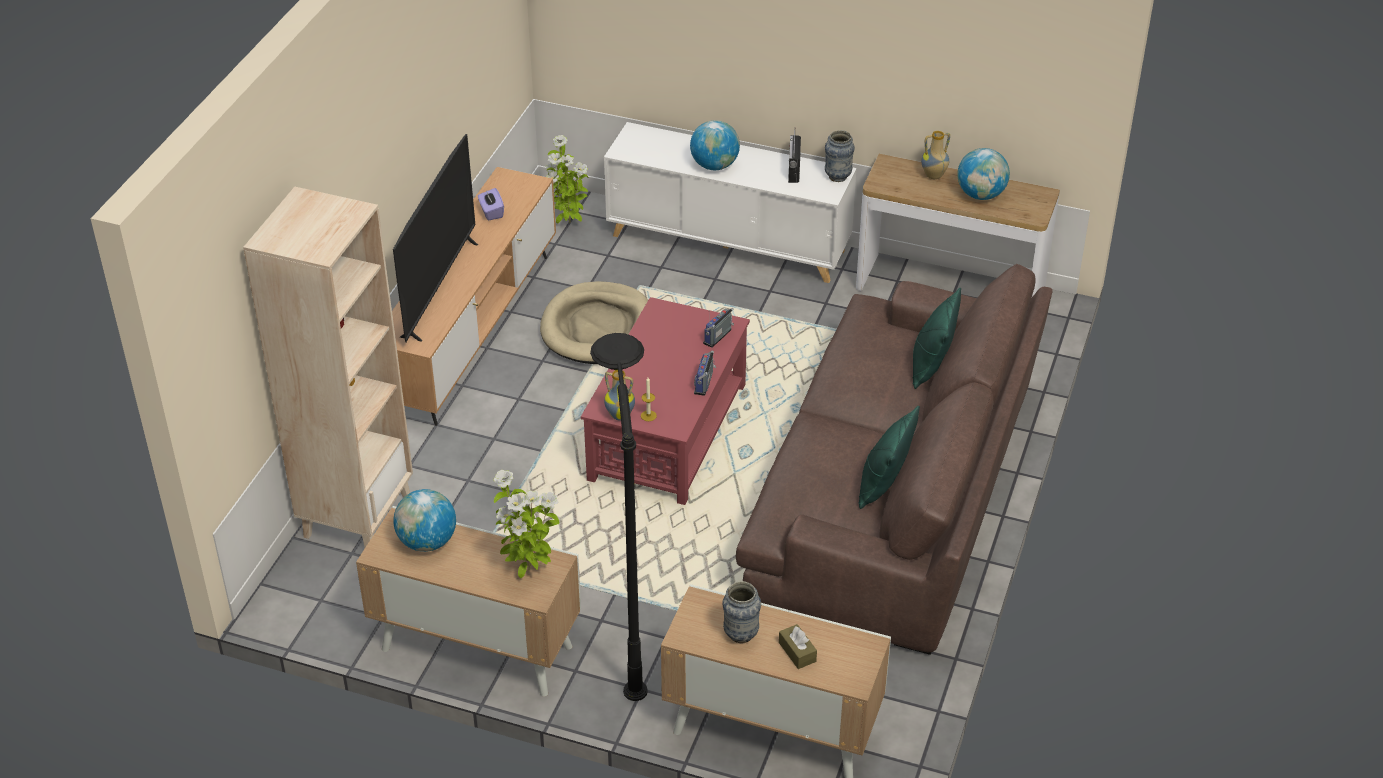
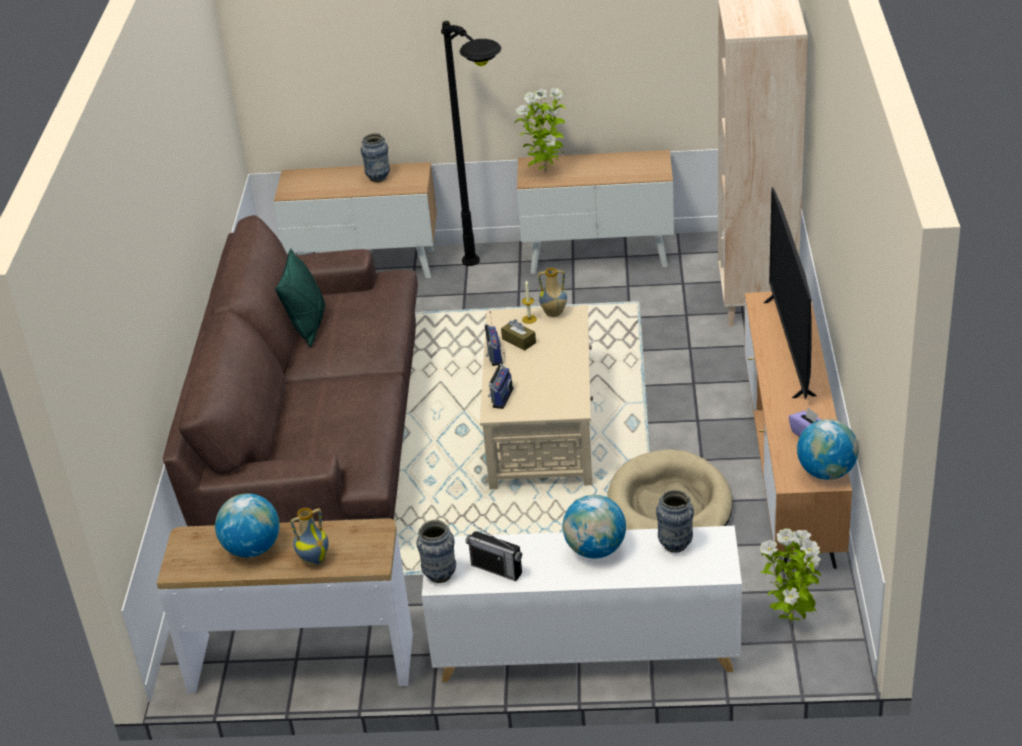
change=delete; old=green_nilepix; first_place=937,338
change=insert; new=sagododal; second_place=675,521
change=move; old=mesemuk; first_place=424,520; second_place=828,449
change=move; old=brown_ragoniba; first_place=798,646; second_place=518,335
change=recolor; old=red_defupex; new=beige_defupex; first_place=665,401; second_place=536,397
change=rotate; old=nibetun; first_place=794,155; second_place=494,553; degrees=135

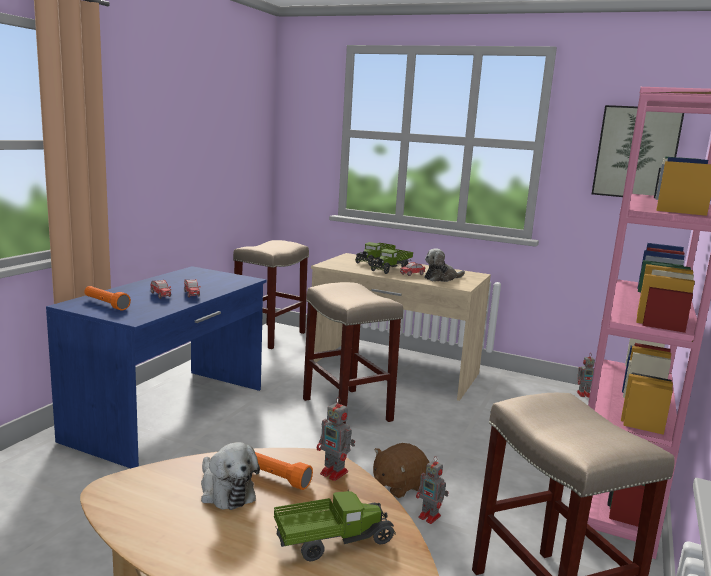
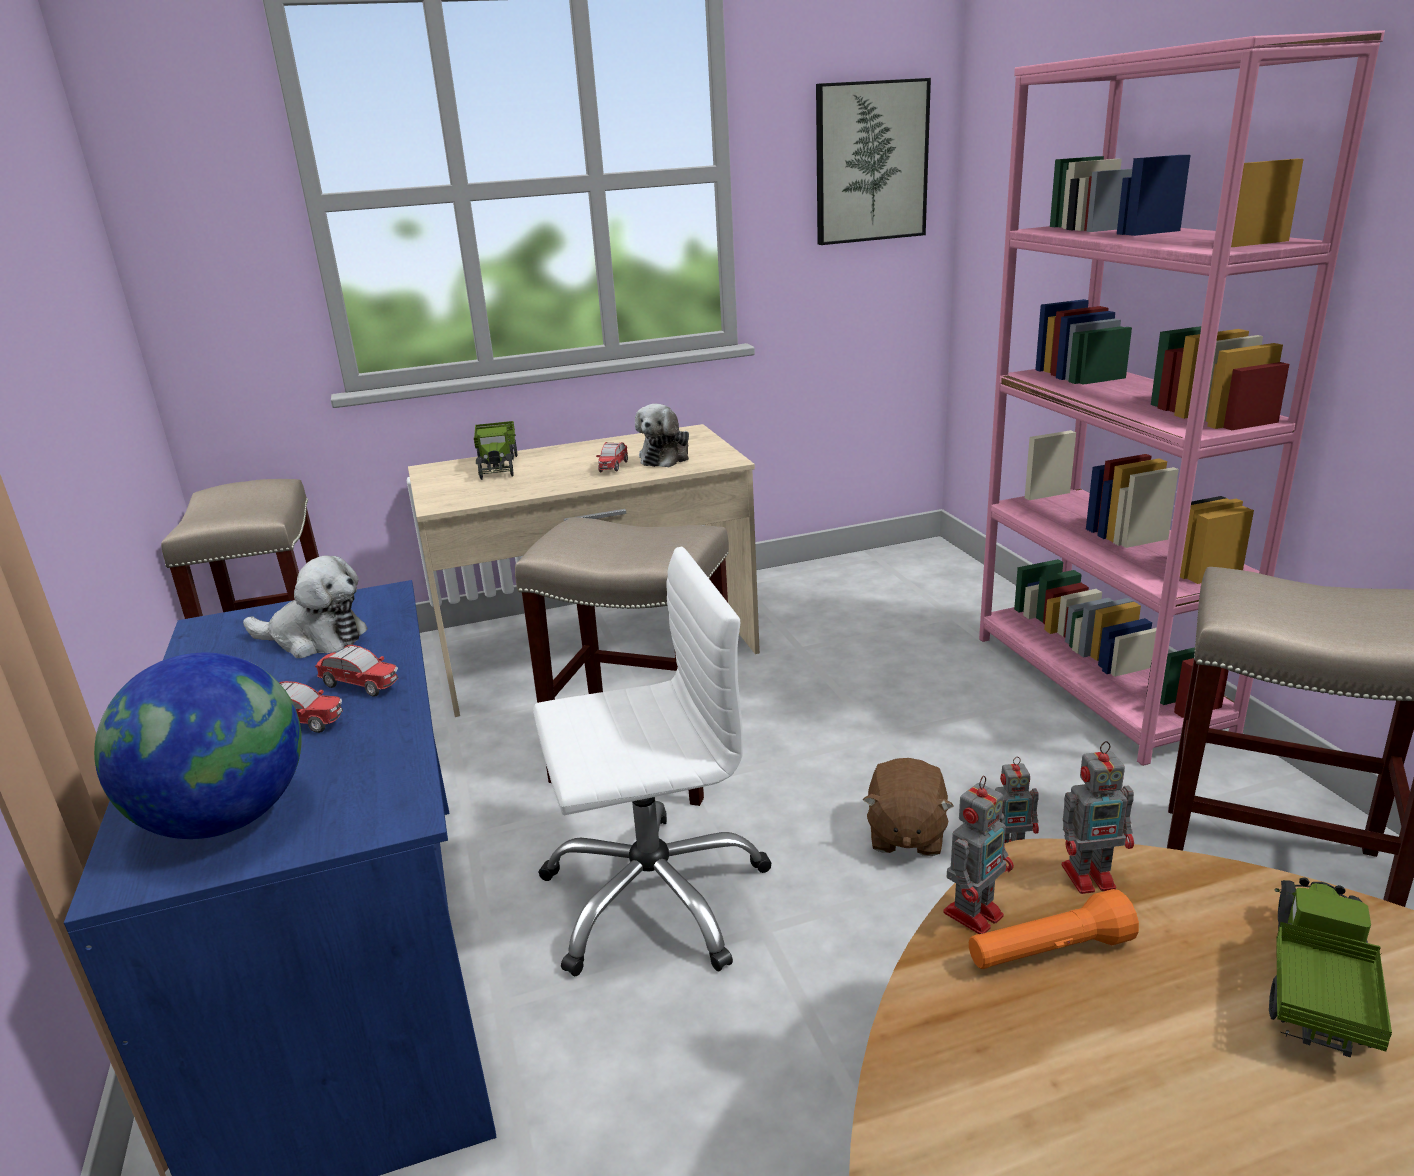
change=delete; old=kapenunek; first_place=391,261
change=insert; new=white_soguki; second_place=652,761
change=move; old=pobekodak; first_place=230,476; second_place=305,607
change=move; old=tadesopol; first_place=586,375; second_place=978,855
change=replace; old=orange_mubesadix; new=mesemuk; first_place=107,298; second_place=198,746

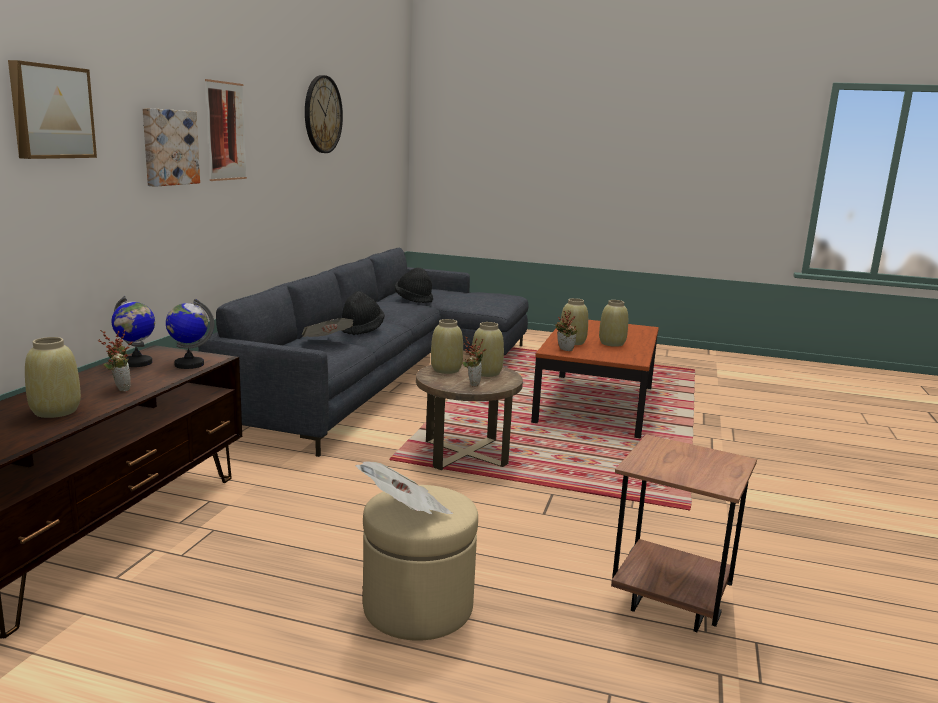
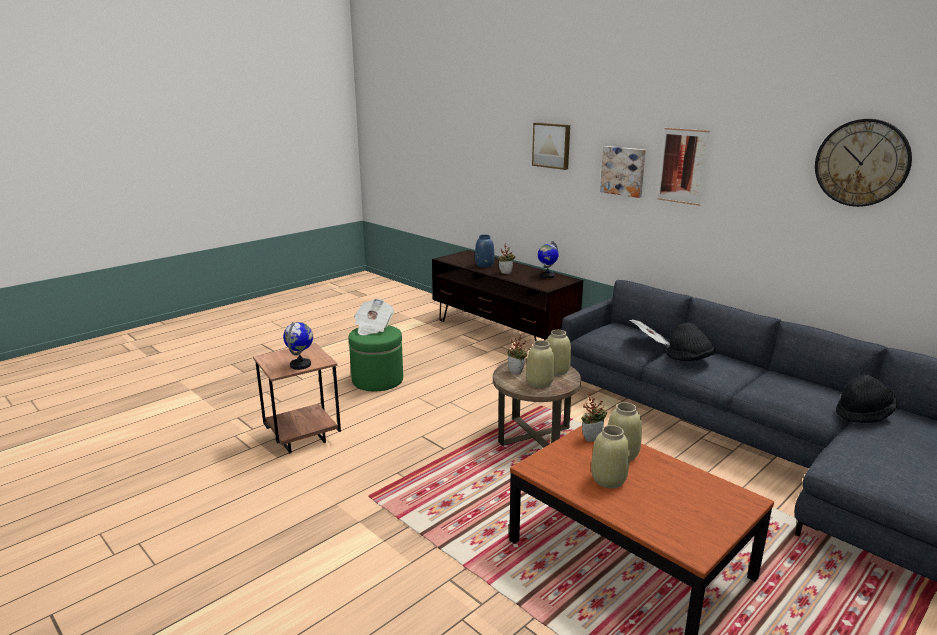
change=move; old=mesemuk; first_place=190,334; second_place=298,346
change=recolor; old=beige_sagododal; new=blue_sagododal; first_place=53,377; second_place=484,251
change=recolor; old=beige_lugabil; new=green_lugabil; first_place=420,563; second_place=375,358

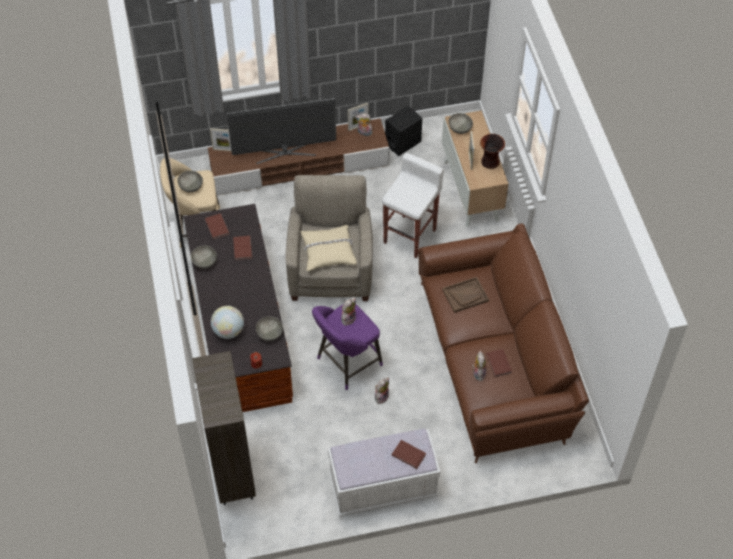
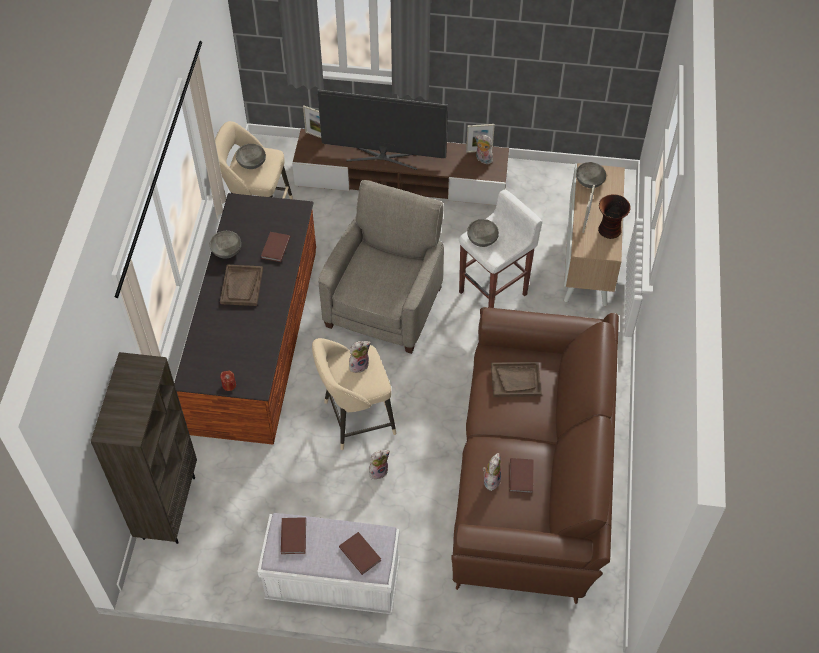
change=delete; old=mesemuk; first_place=227,322
change=delete; old=beige_nilepix; first_place=329,248
change=delete; old=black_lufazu; first_place=403,131
change=insert; new=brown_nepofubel; second_place=241,285
change=move; old=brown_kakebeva; first_place=217,226; second_place=293,535
change=move; old=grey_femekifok; first_place=269,328; second_place=483,233
change=recolor; old=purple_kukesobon; new=beige_kukesobon; first_place=347,347; second_place=354,394

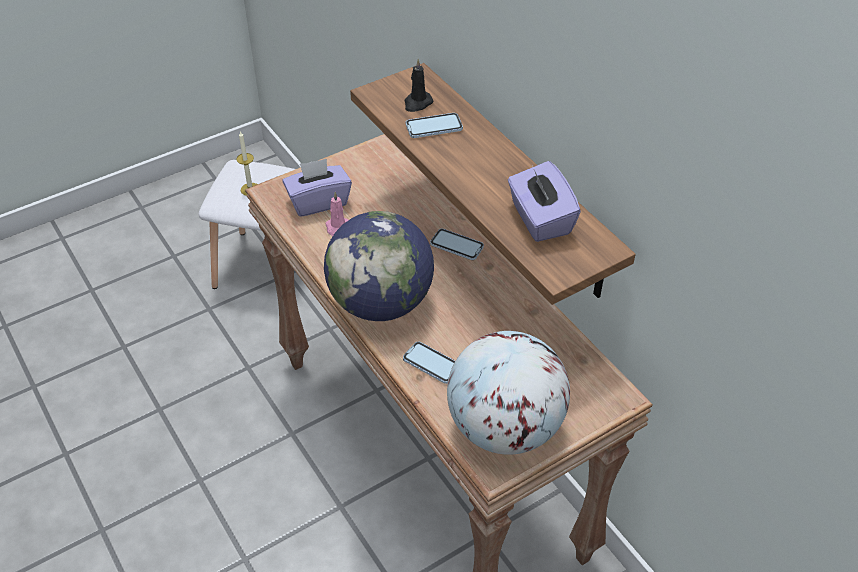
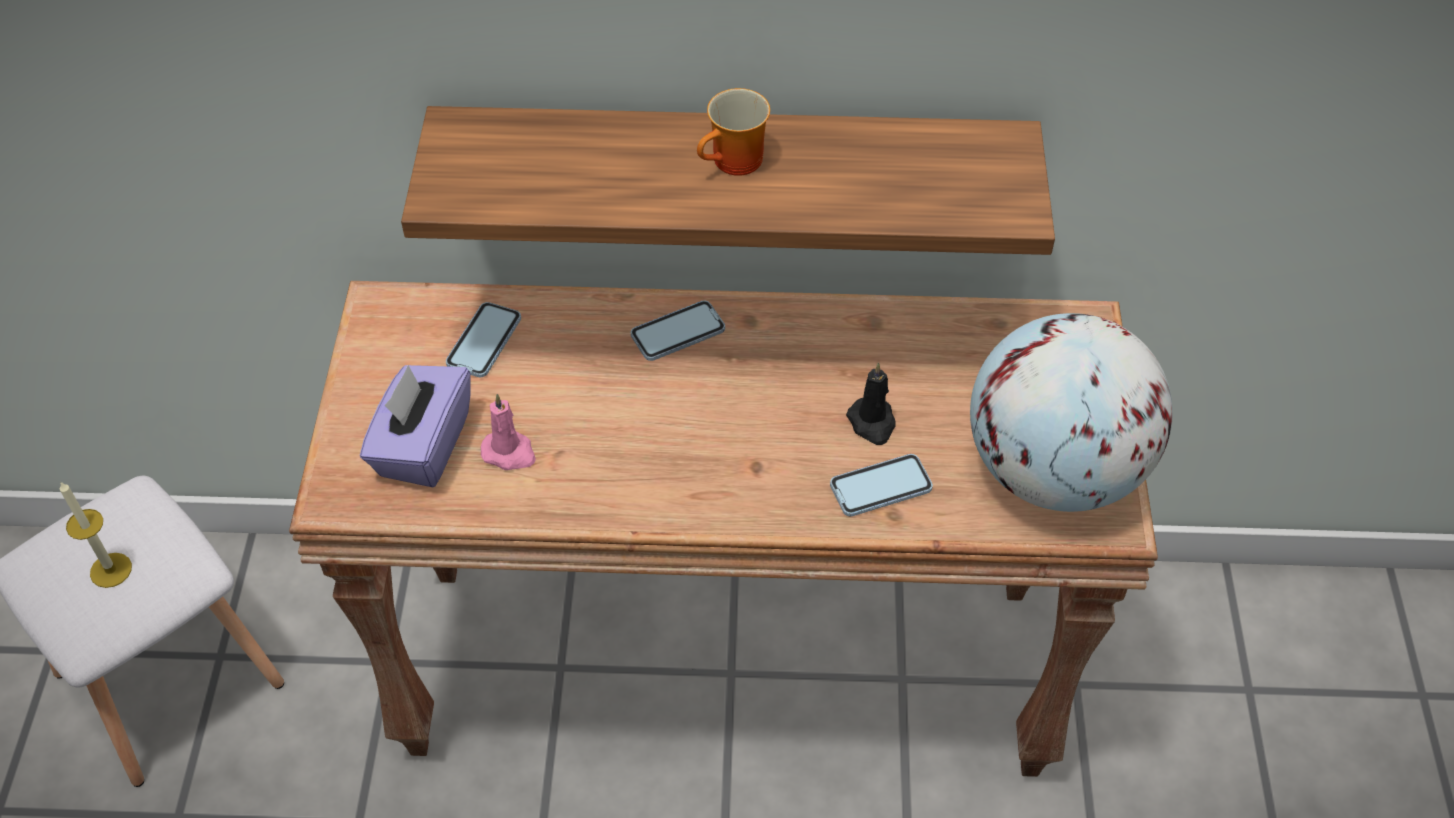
change=delete; old=mesemuk; first_place=379,266
change=delete; old=purple_ragoniba; first_place=544,201
change=insert; new=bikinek; second_place=733,132
change=move; old=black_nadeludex; first_place=419,85; second_place=871,404
change=move; old=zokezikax; first_place=434,125; second_place=483,339

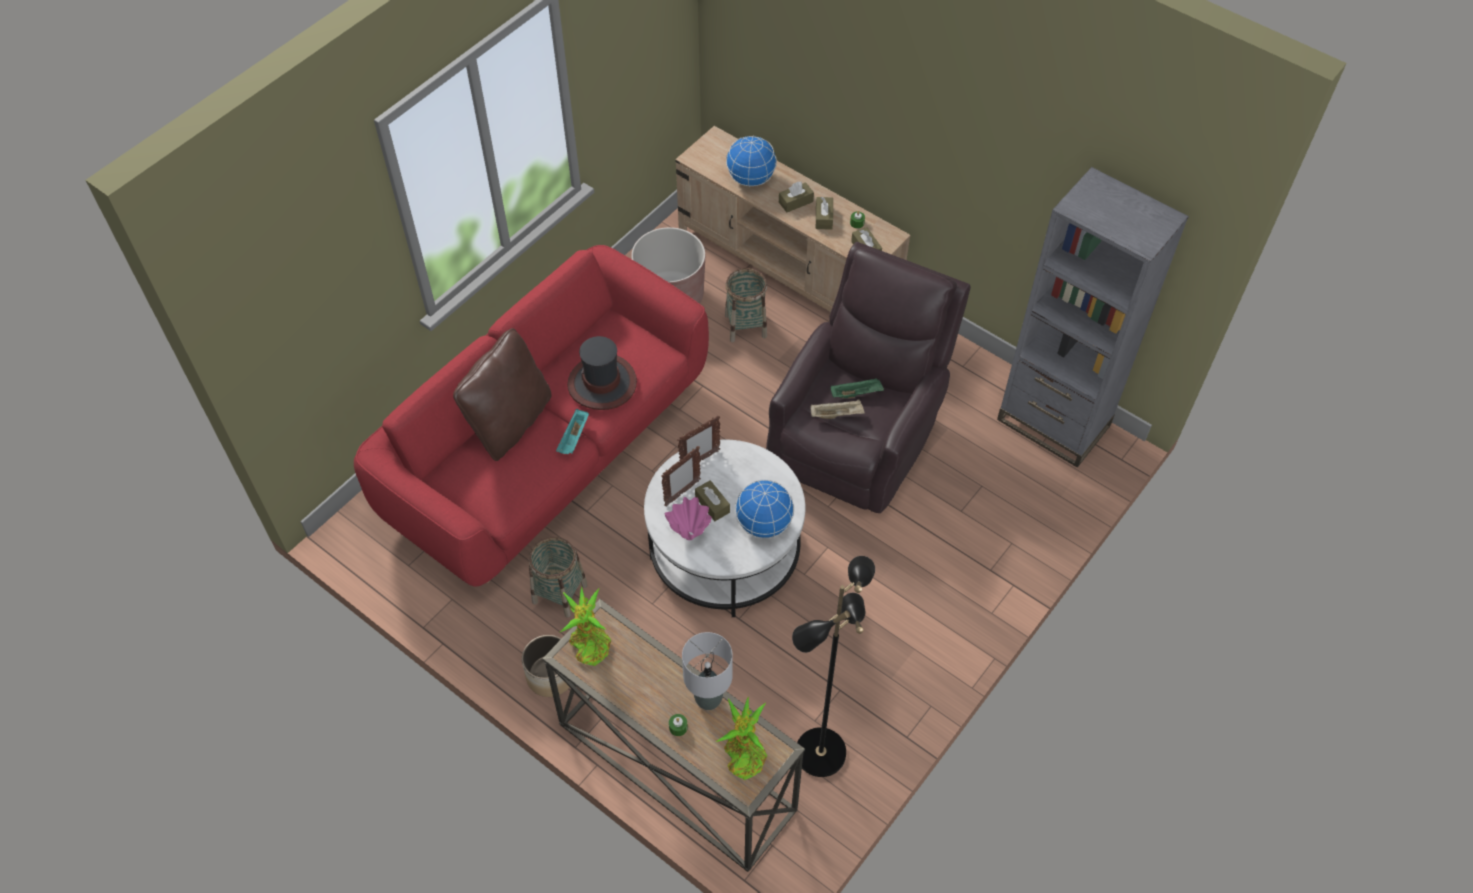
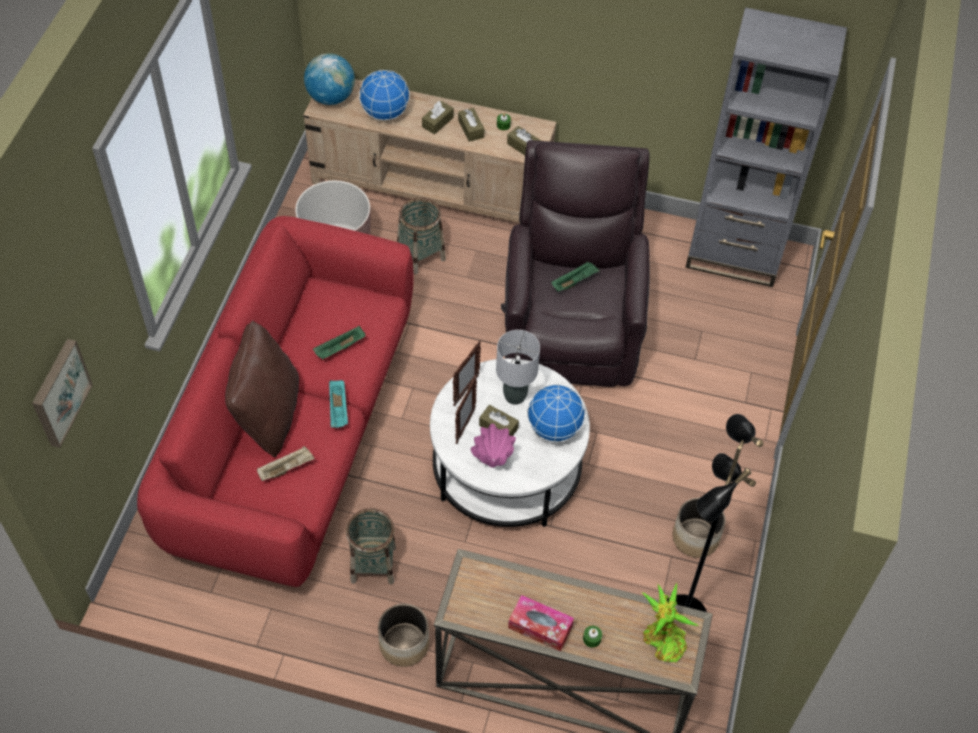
change=delete; old=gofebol; first_place=586,626
change=insert; new=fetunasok; second_place=62,393
change=insert; new=mesemuk; second_place=329,79
change=insert; new=ragoniba; second_place=541,623
change=insert; new=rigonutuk; second_place=699,528
change=move; old=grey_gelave; first_place=707,671; second_place=518,367
change=move; old=beige_nepofubel; first_place=837,409; second_place=286,463
change=replace; old=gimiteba; new=green_nepofubel; first_place=602,373; second_place=339,343

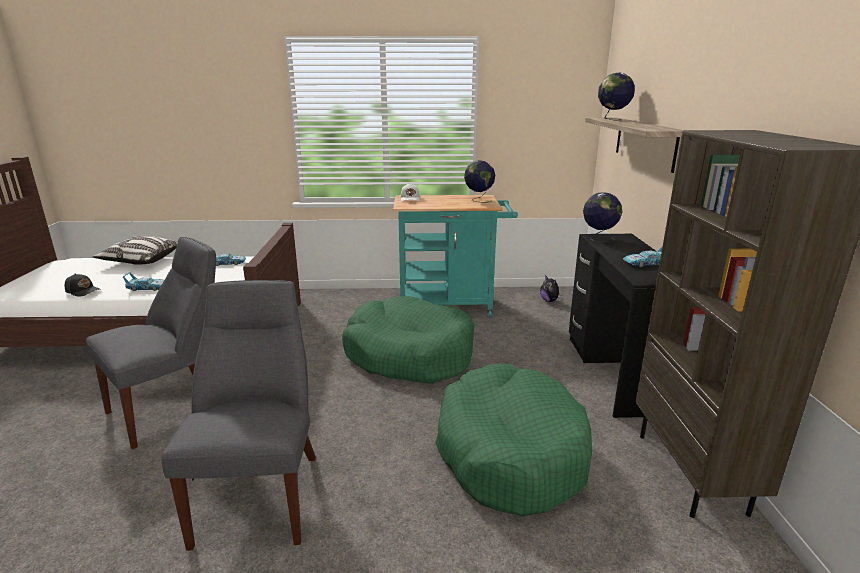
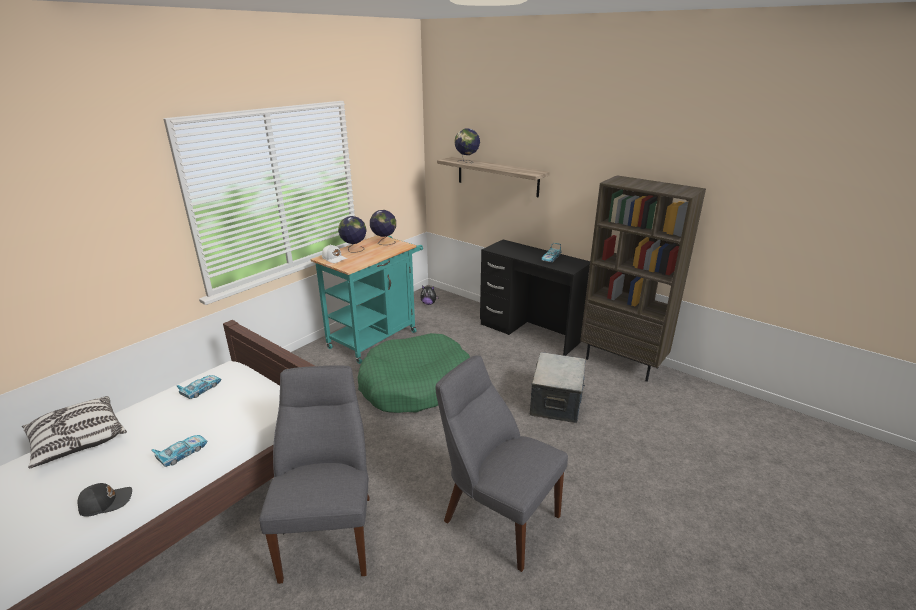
change=move; old=mesemuk; first_place=603,217; second_place=352,234
change=replace; old=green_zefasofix; new=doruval; first_place=513,439; second_place=558,387

